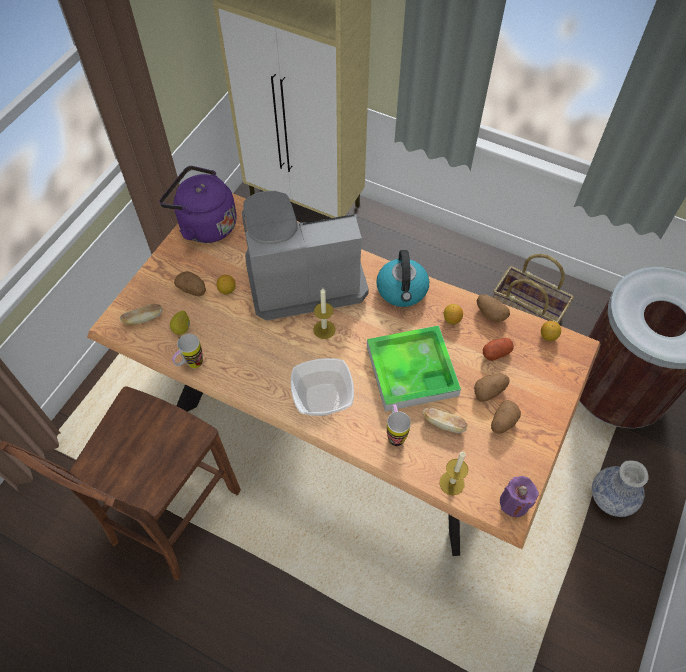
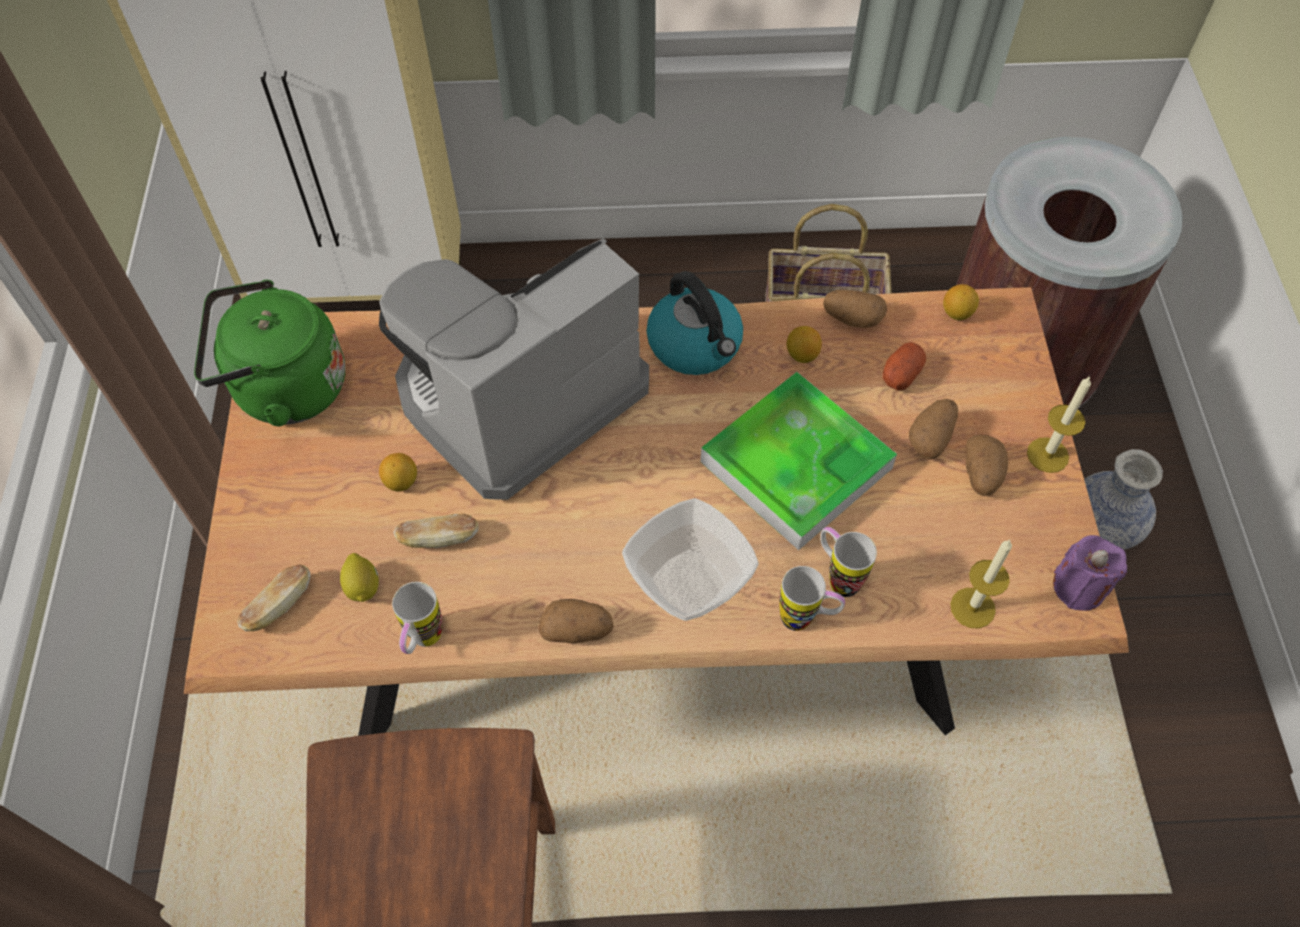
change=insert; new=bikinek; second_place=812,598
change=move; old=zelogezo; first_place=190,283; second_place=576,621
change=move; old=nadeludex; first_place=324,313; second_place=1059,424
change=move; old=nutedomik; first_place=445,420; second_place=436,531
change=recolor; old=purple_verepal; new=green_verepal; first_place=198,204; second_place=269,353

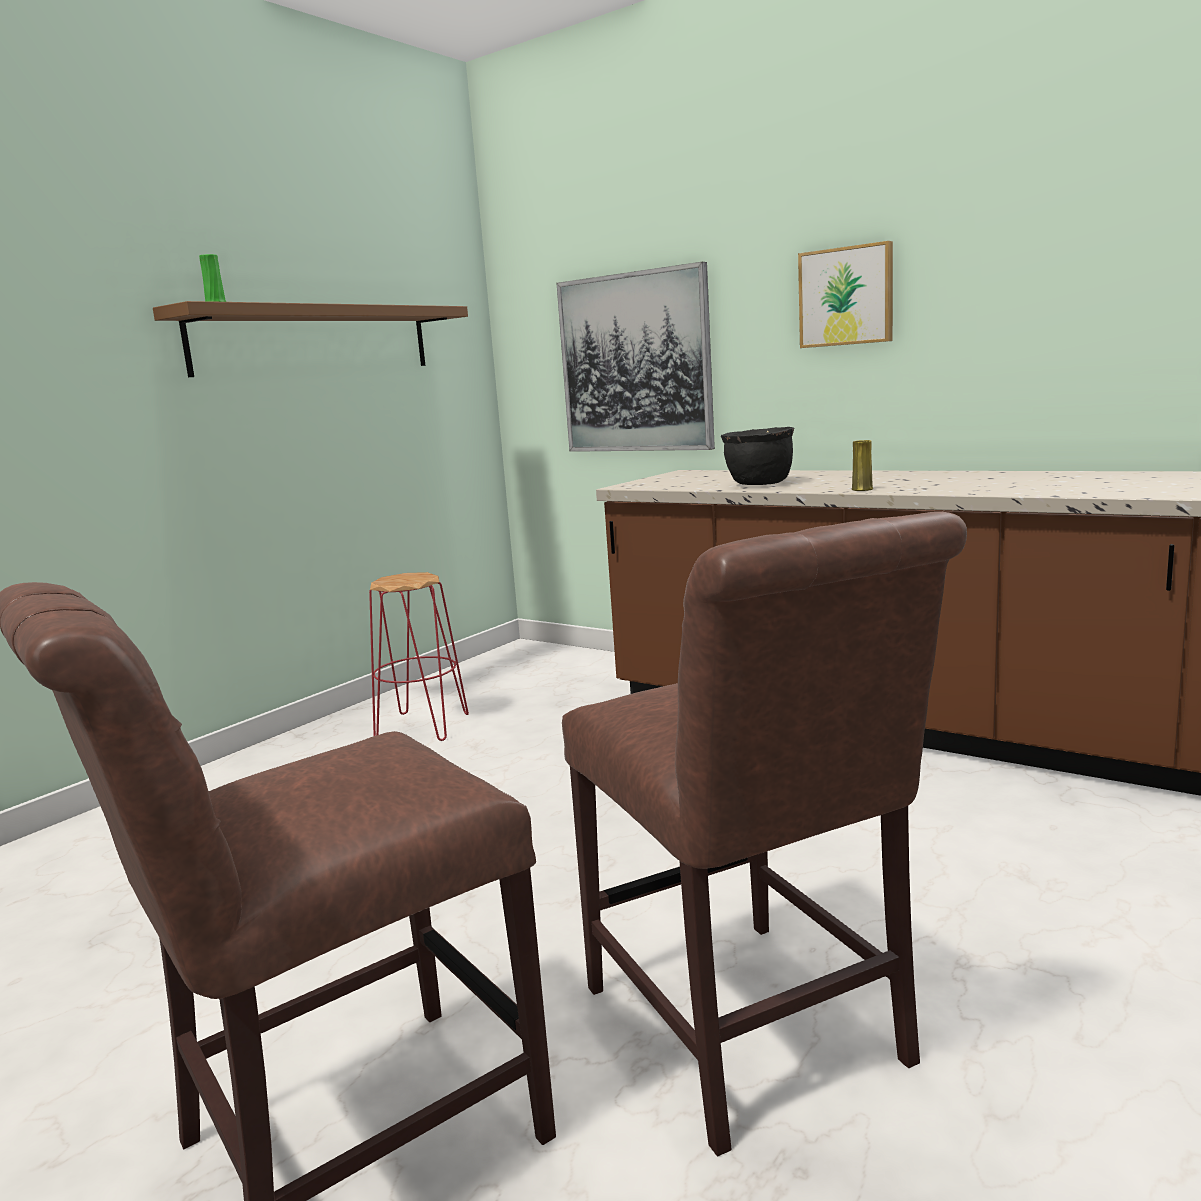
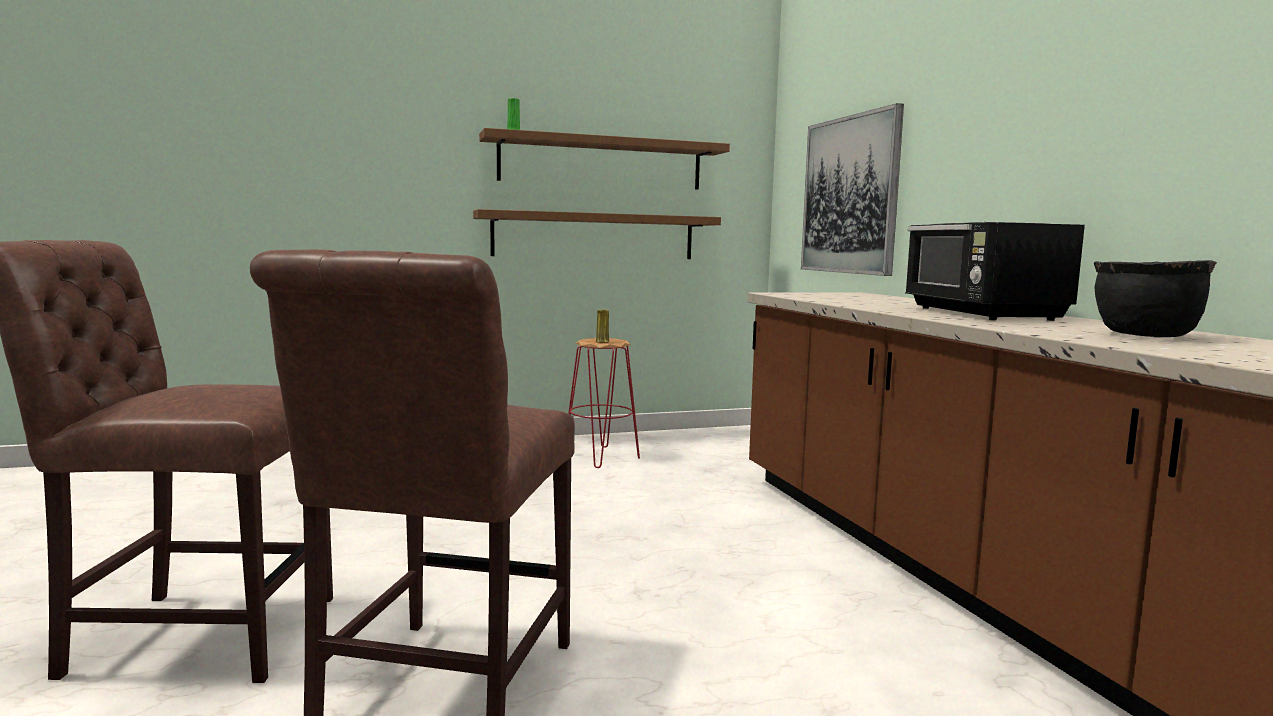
change=delete; old=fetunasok; first_place=845,294
change=insert; new=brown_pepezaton; second_place=597,234
change=insert; new=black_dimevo; second_place=995,271
change=move; old=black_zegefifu; first_place=757,456; second_place=1155,298
change=move; old=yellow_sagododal; first_place=862,465; second_place=602,326

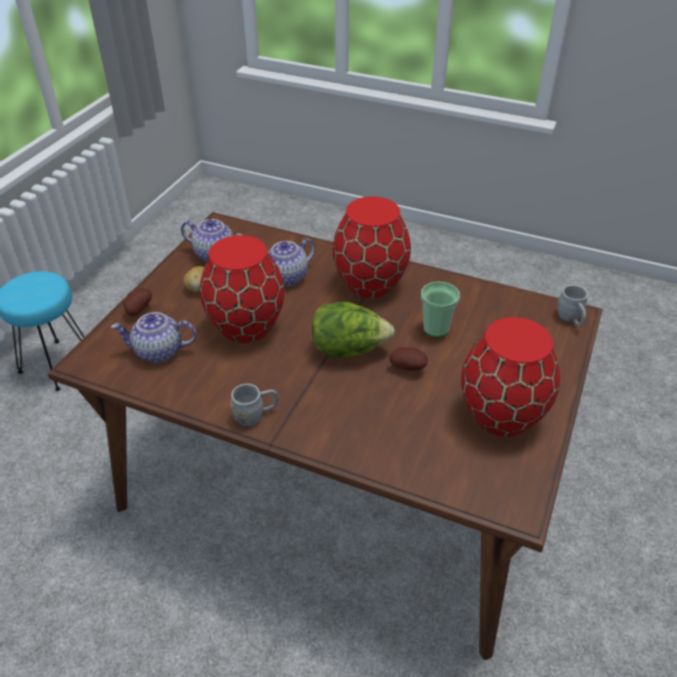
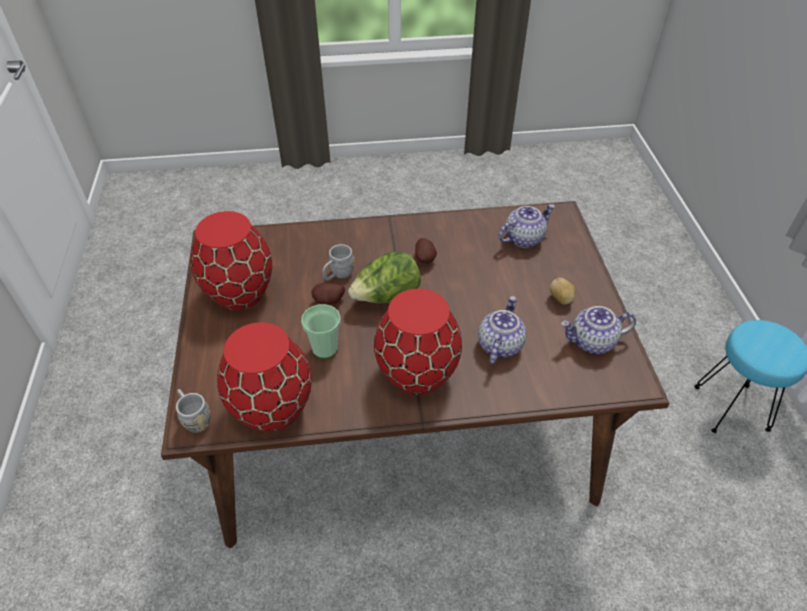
change=move; old=zelogezo; first_place=137,302; second_place=426,250
change=move; old=red_sagododal; first_place=242,289; second_place=264,377
change=move; old=grey_bikinek; first_place=254,405; second_place=338,262

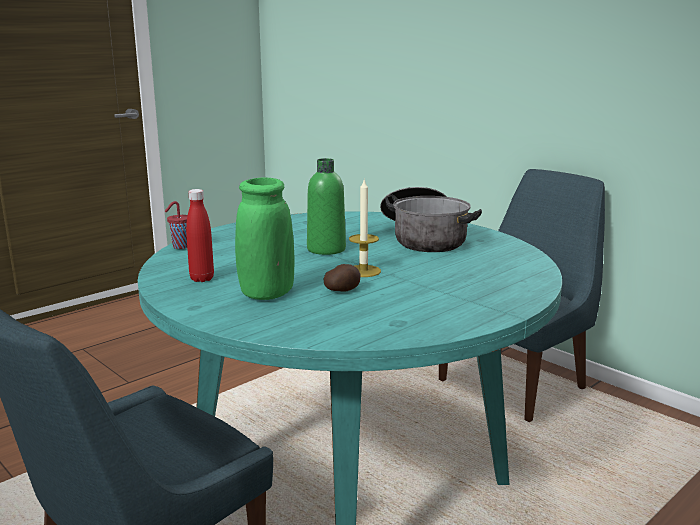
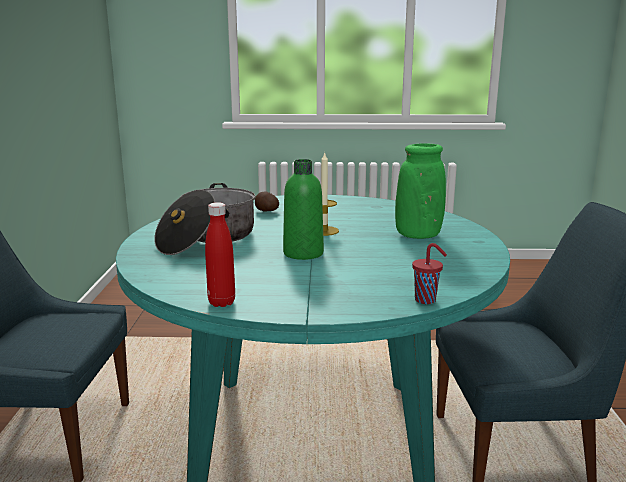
change=move; old=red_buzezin; first_place=200,235; second_place=220,254
change=move; old=zelogezo; first_place=342,278; second_place=267,201

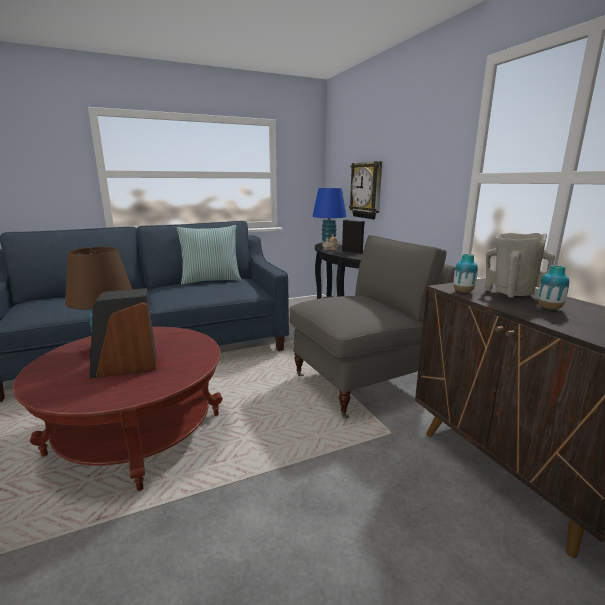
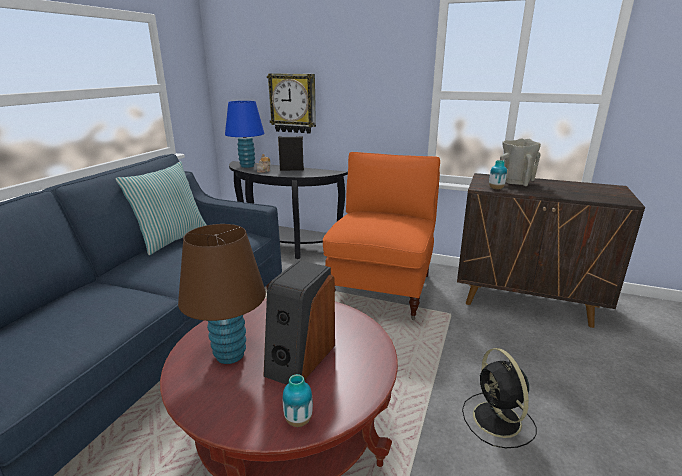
change=insert; new=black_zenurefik; second_place=499,398
change=move; old=sagododal; first_place=553,287; second_place=298,400
change=recolor; old=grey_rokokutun; new=orange_rokokutun; first_place=372,326; second_place=381,236

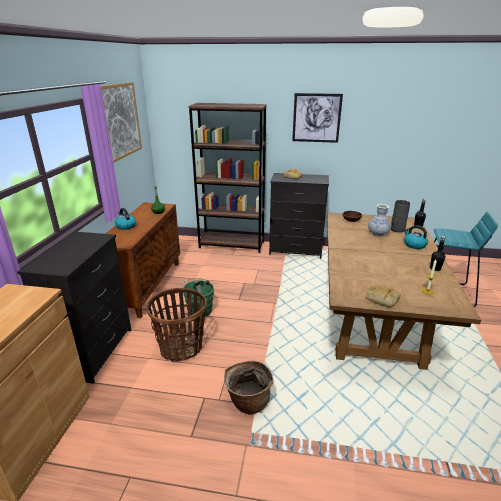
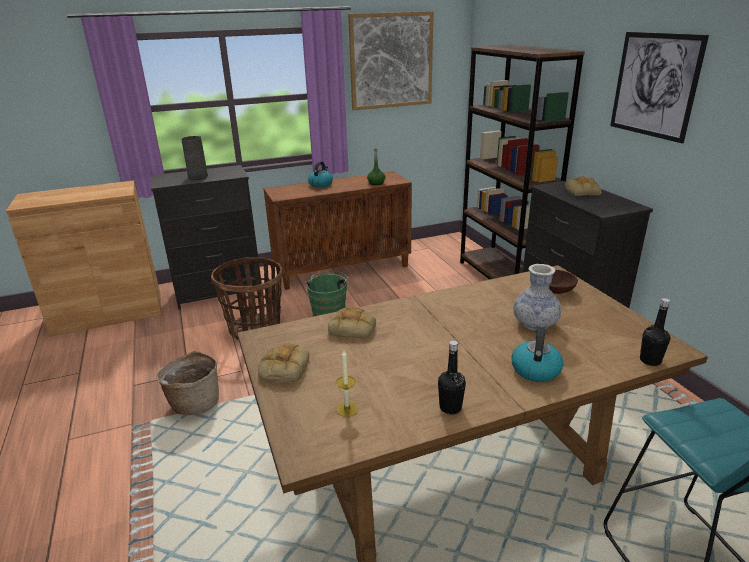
change=insert; new=nutedomik; second_place=352,322
change=move; old=grey_sagododal; first_place=400,216; second_place=195,158

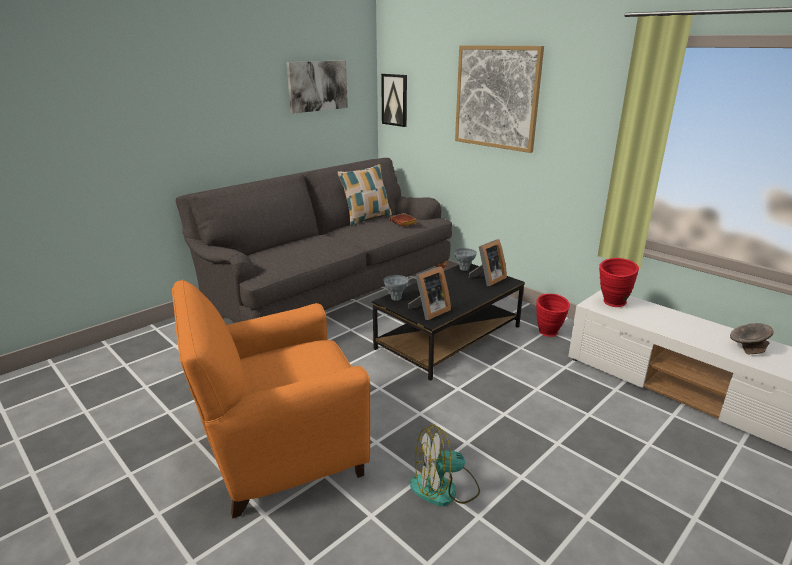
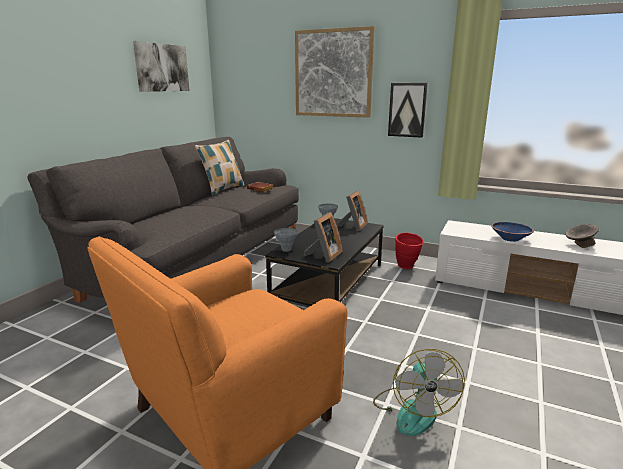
change=delete; old=red_sagododal; first_place=619,282
change=insert; new=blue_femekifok; second_place=512,232
change=move; old=fetunasok; first_place=394,100; second_place=408,110
change=rotate; old=zenurefik; first_place=445,465; second_place=419,392; degrees=-60

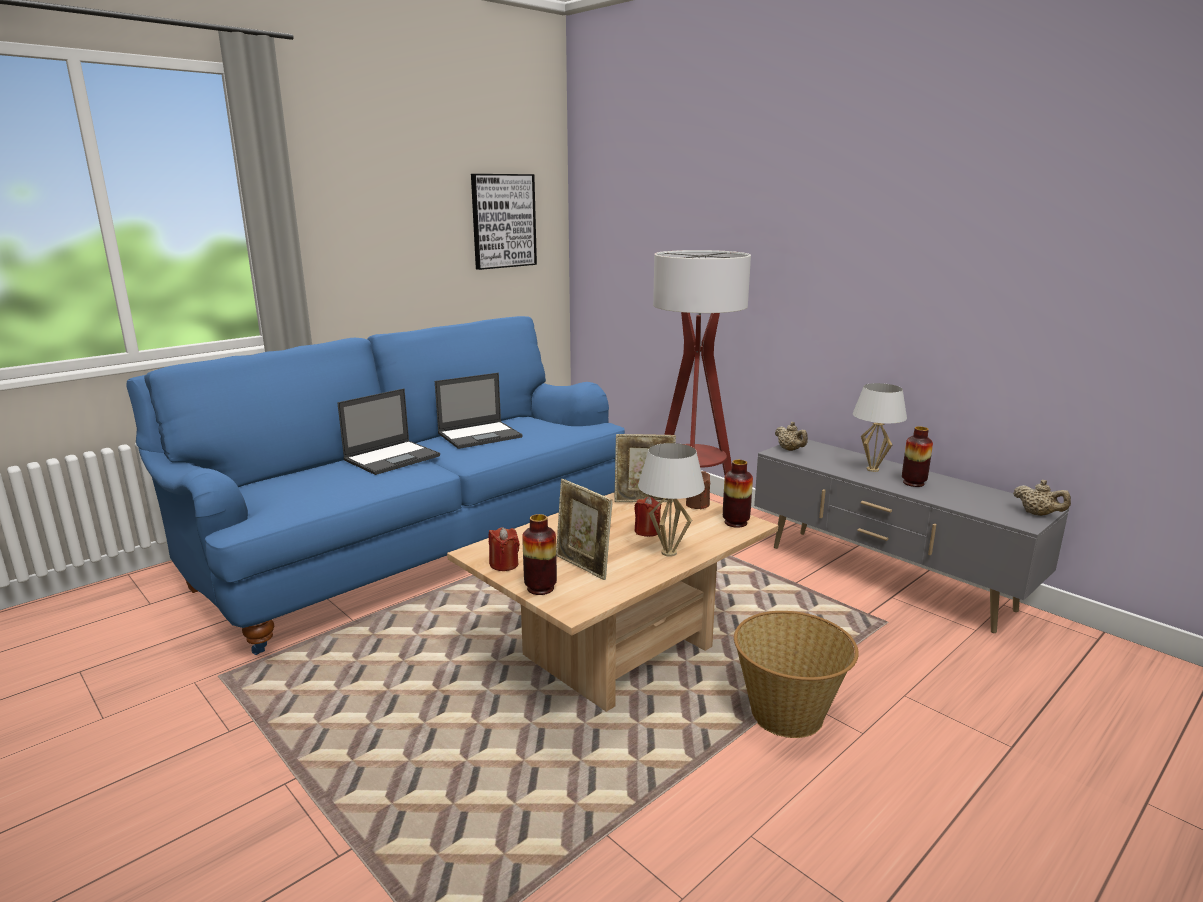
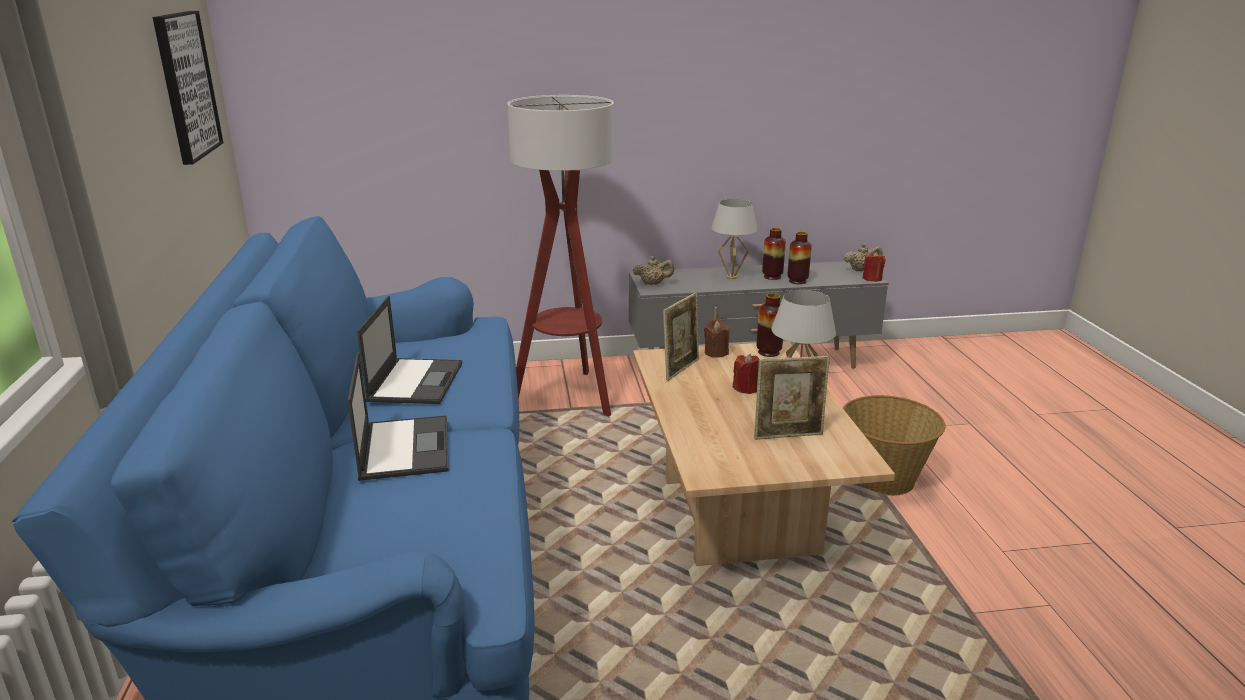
change=move; old=red_nadeludex; first_place=504,549; second_place=874,267
change=move; old=sagododal; first_place=539,554; second_place=799,258

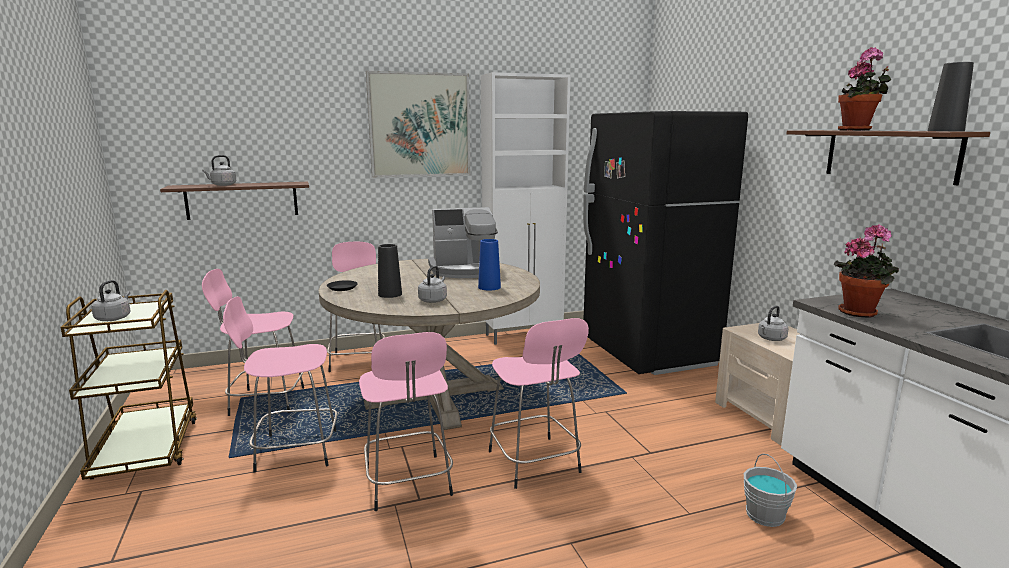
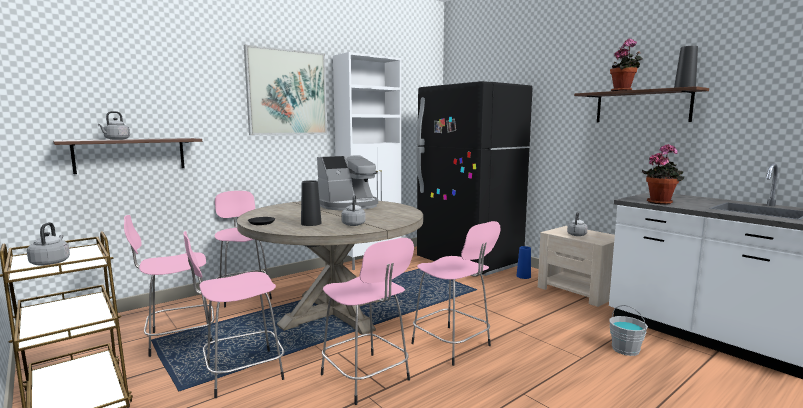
change=move; old=blue_sagododal; first_place=489,264; second_place=523,262

